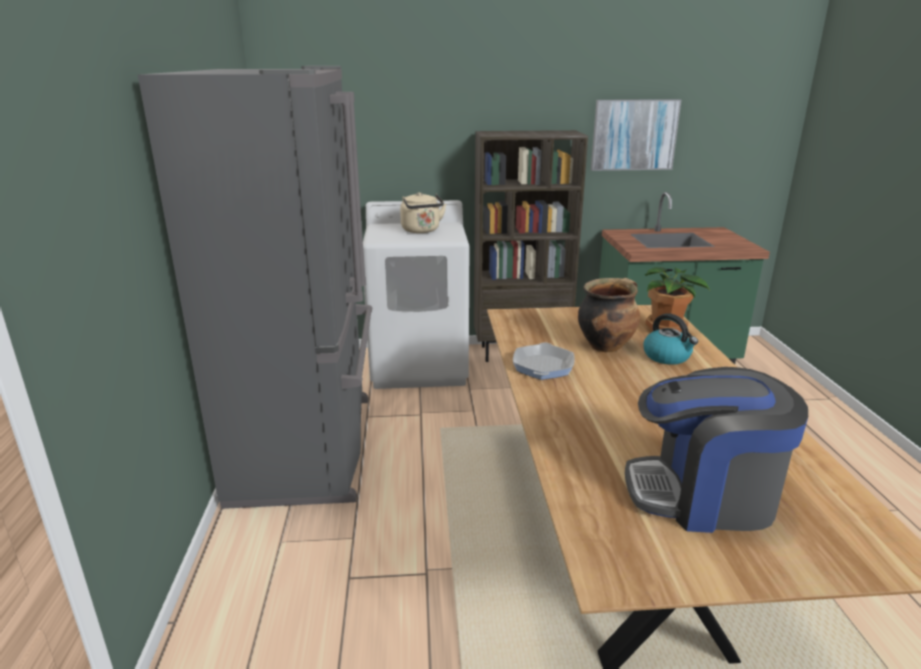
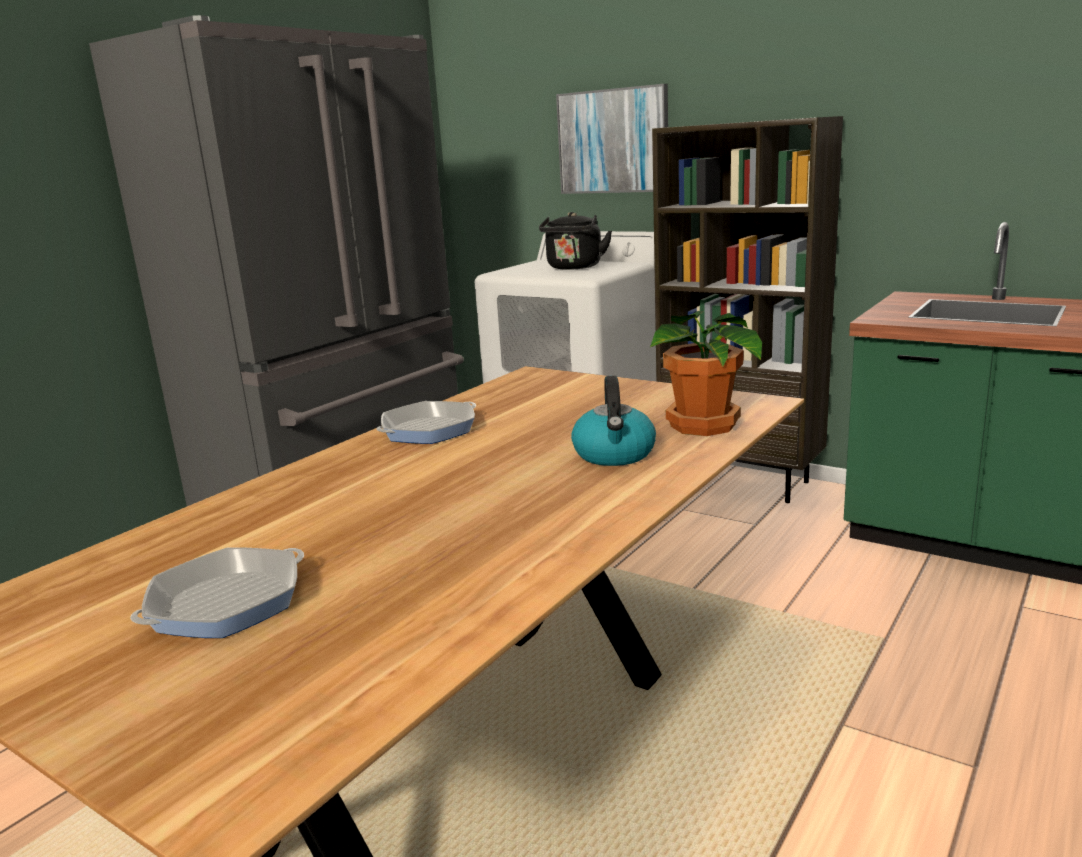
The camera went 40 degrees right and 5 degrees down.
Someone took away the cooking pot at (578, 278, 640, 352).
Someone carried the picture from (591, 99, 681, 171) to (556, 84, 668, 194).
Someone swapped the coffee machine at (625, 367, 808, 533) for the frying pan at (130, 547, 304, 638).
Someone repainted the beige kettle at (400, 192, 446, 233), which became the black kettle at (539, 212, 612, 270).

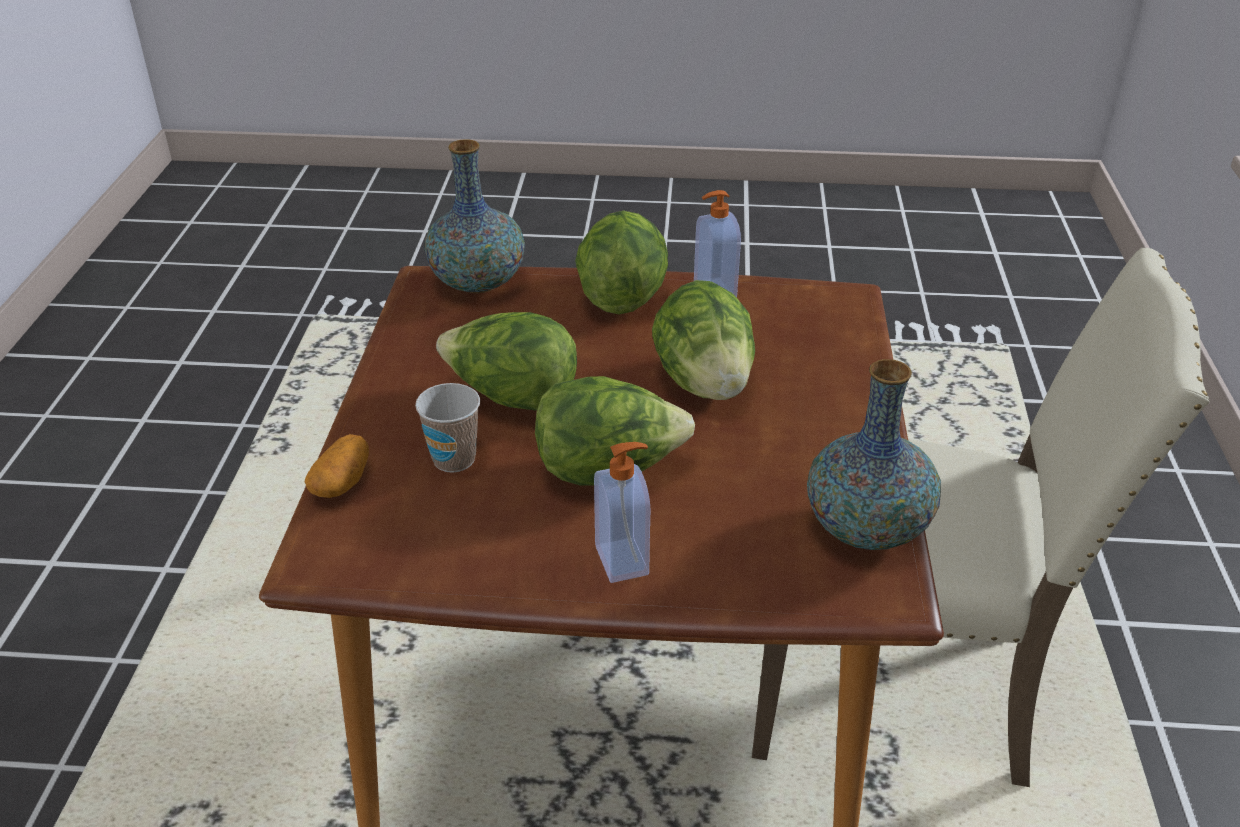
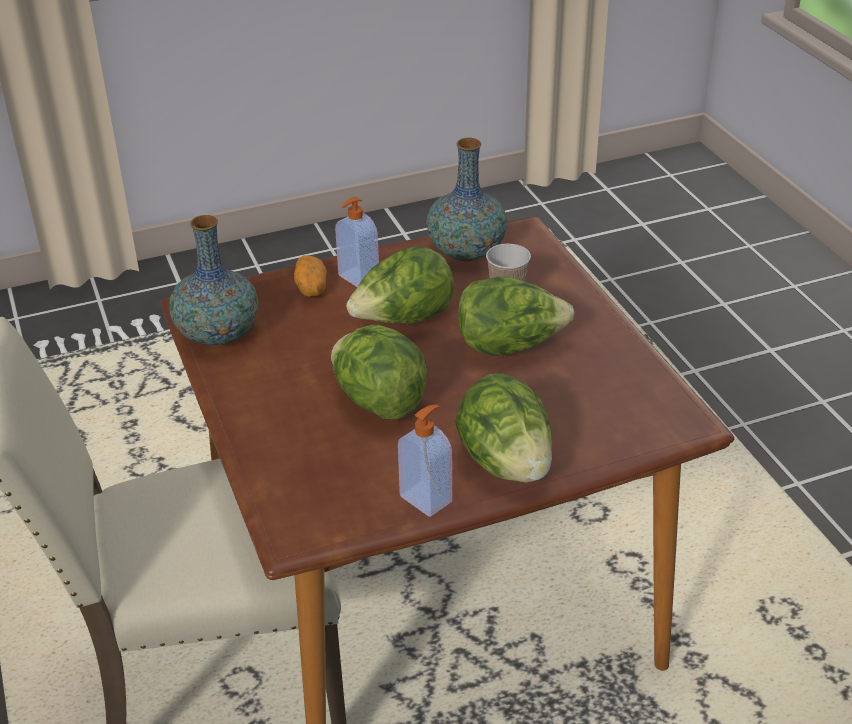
The camera went 155 degrees right and 0 degrees up.
Someone carried the potato from (305, 434, 369, 498) to (294, 255, 327, 296).
Someone carried the vase from (424, 139, 525, 293) to (426, 138, 507, 261).

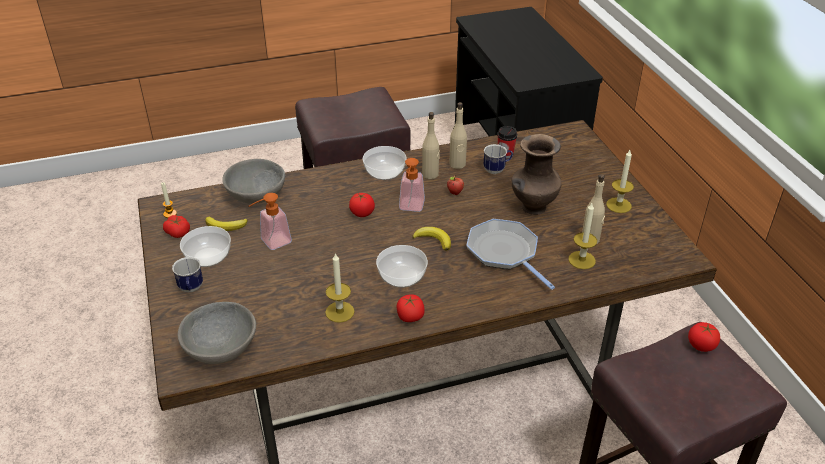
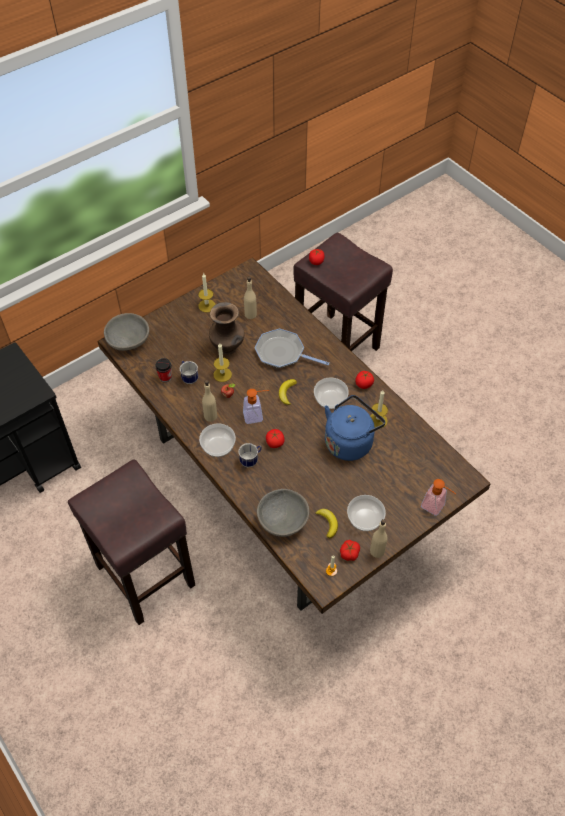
The camera went 110 degrees left and 15 degrees up.
Someone put down the blue kettle at (325, 395, 385, 461).
Someone carried the mug from (172, 257, 203, 292) to (238, 443, 262, 467).
Someone carried the grey bowl from (178, 302, 256, 364) to (104, 313, 149, 351).
Someone carried the soap dispenser from (248, 193, 292, 250) to (421, 479, 456, 516).
Someone carried the beige bottle from (449, 102, 467, 169) to (370, 519, 388, 558).
Someone carried the candle from (568, 203, 597, 269) to (214, 343, 232, 382).
Someone rotated the frying pan at (466, 219, 555, 290) by 75 degrees clockwise.

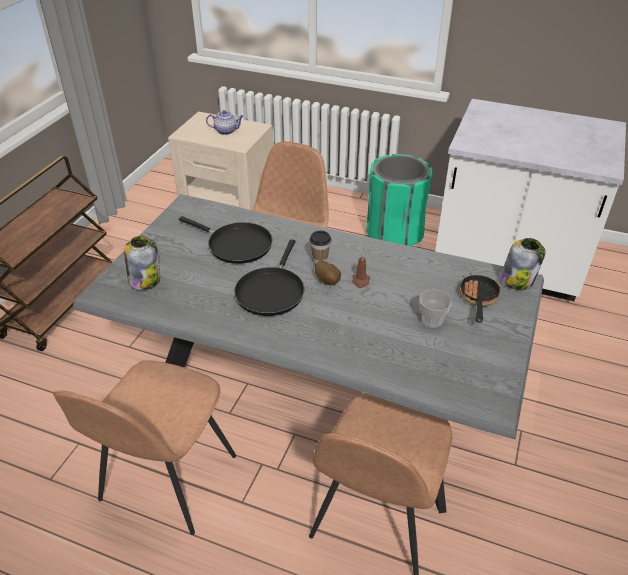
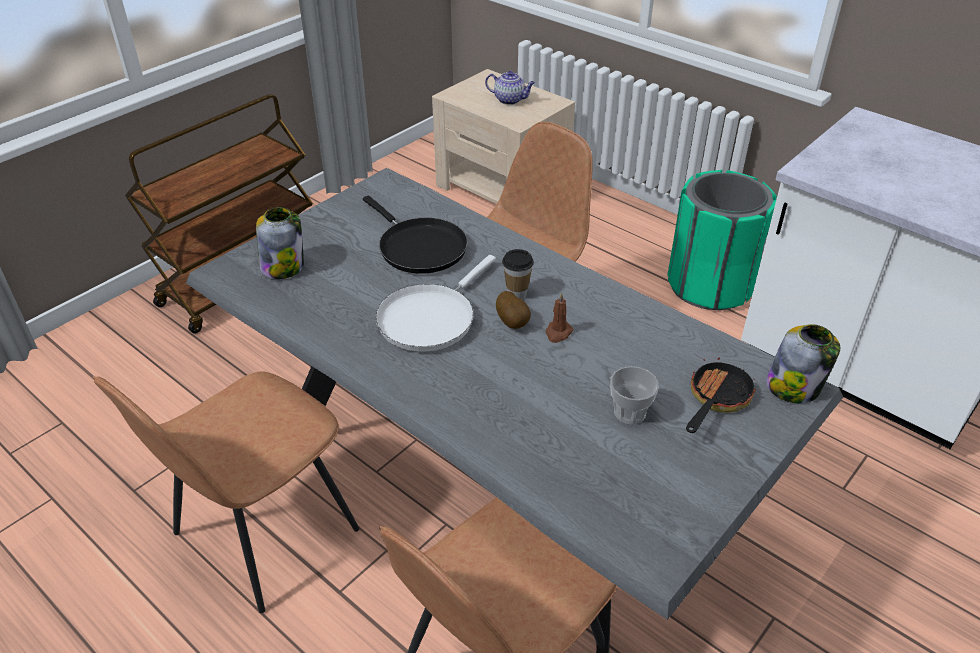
The camera went 20 degrees right and 0 degrees up.
Someone repainted the black frying pan at (234, 239, 304, 316), which became the white frying pan at (375, 255, 496, 351).

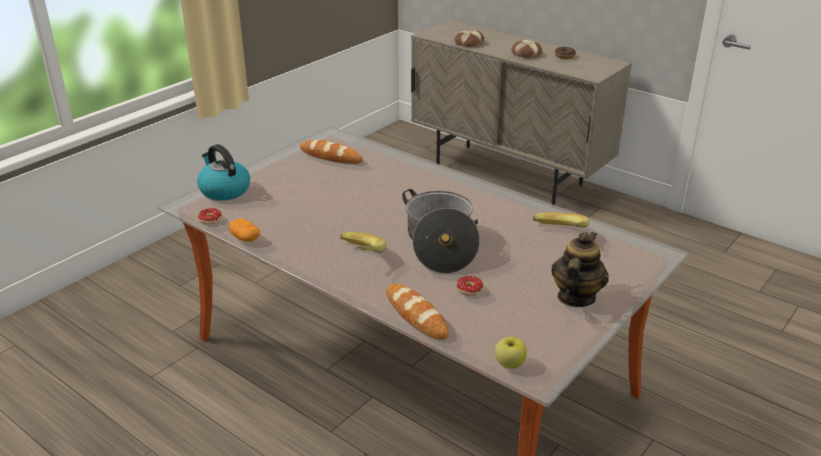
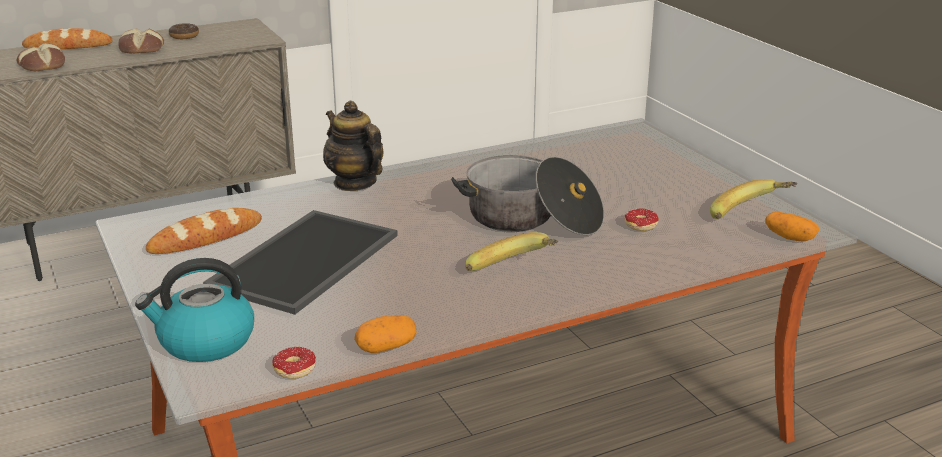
The camera went 65 degrees left and 5 degrees down.
Someone put down the tray at (203, 210, 398, 314).
Someone carried the bread from (387, 284, 449, 340) to (22, 28, 113, 49).
Someone carried the banana from (533, 212, 590, 228) to (710, 179, 798, 219).
Someone carried the teapot from (551, 232, 609, 307) to (323, 101, 383, 191).
Someone swapped the apple at (495, 337, 527, 369) for the potato at (765, 212, 819, 241).

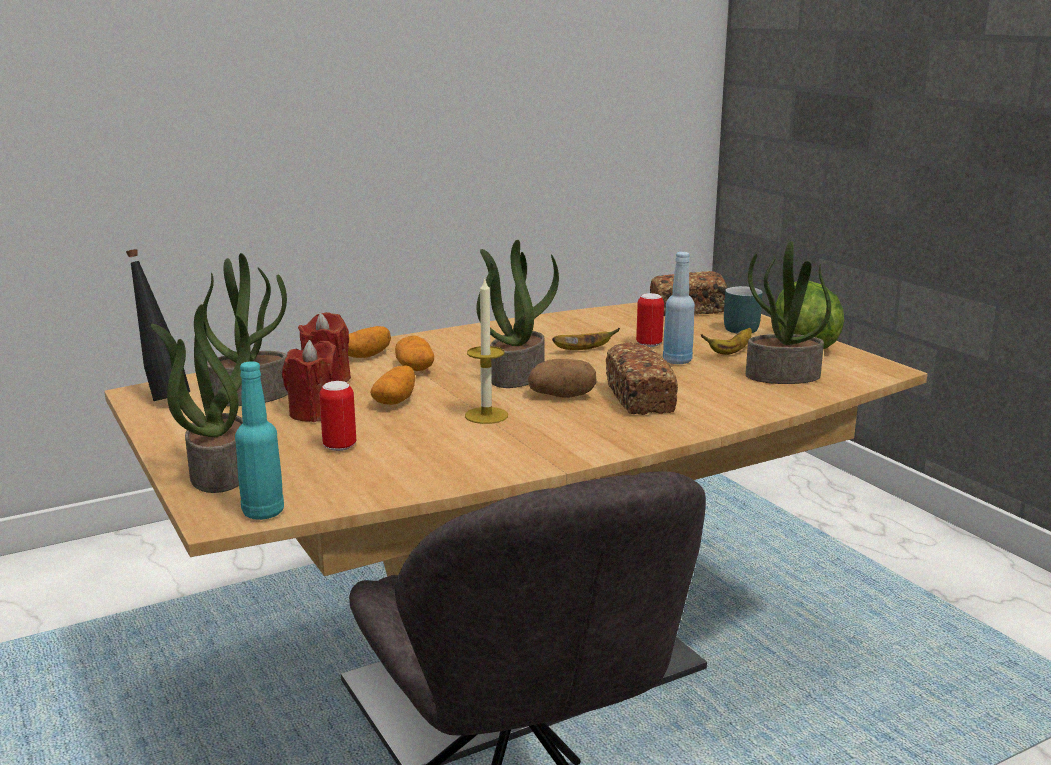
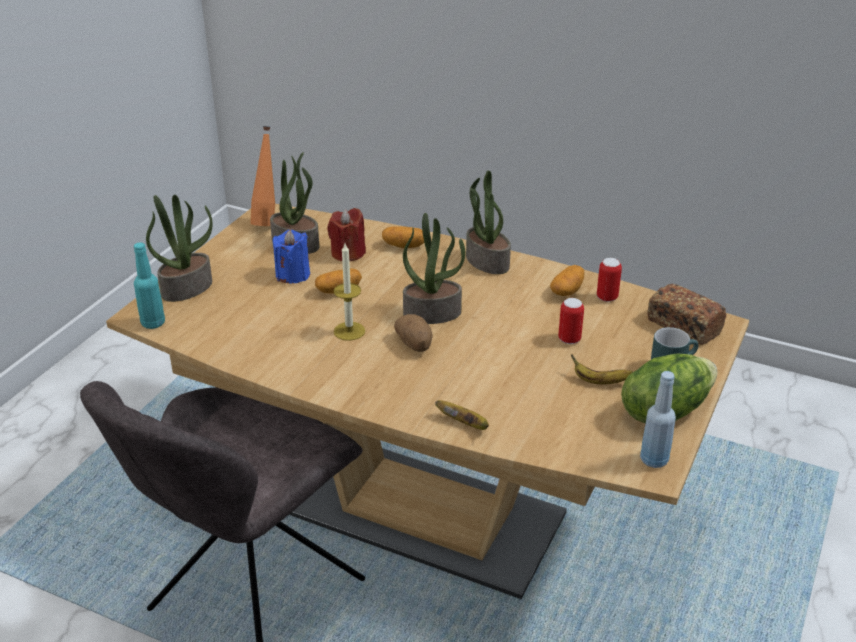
The camera went 55 degrees right and 15 degrees up.
Someone took away the bread at (606, 342, 678, 415).
Someone carried the can from (319, 381, 356, 451) to (597, 258, 622, 302).
Someone carried the potato from (395, 335, 434, 371) to (550, 265, 584, 296).
Someone carried the banana from (552, 328, 620, 350) to (435, 400, 489, 430).
Someone carried the blue bottle from (663, 252, 695, 364) to (640, 371, 676, 468).
Someone carried the potted plant from (746, 241, 831, 384) to (466, 171, 511, 274).
Someone repainted the black bottle at (126, 249, 190, 401), which became the orange bottle at (250, 126, 275, 226).
Someone repainted the red candle at (282, 340, 340, 422), which became the blue candle at (273, 230, 310, 284).

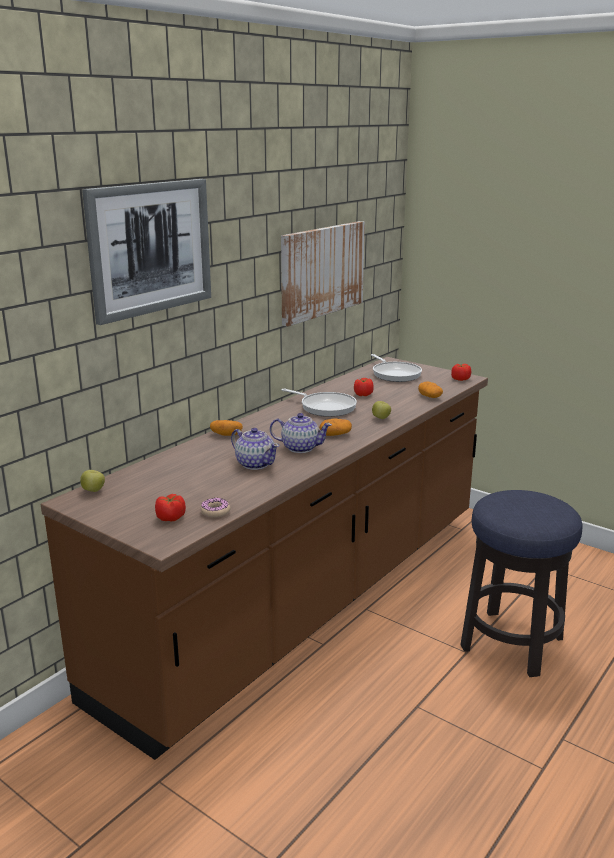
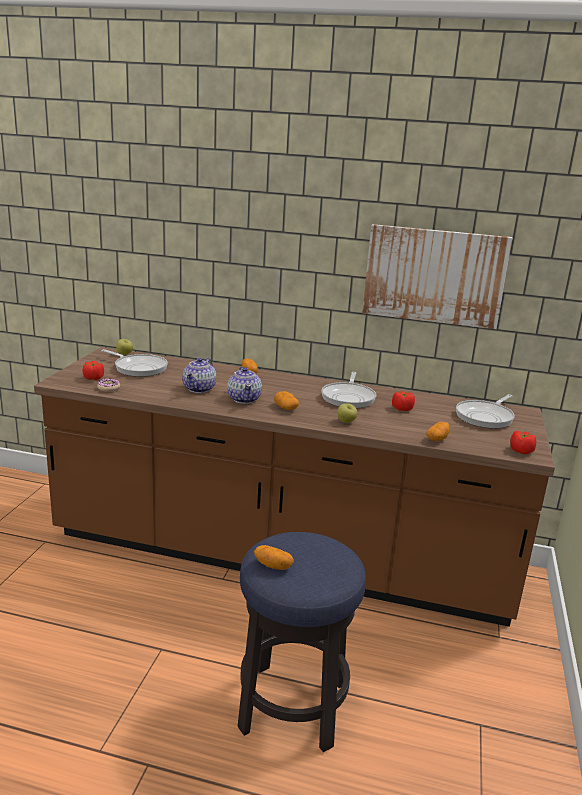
The camera went 65 degrees right and 0 degrees up.
Someone took away the picture at (82, 179, 211, 325).
Someone put down the frying pan at (101, 349, 168, 377).
Someone put down the potato at (254, 545, 294, 570).

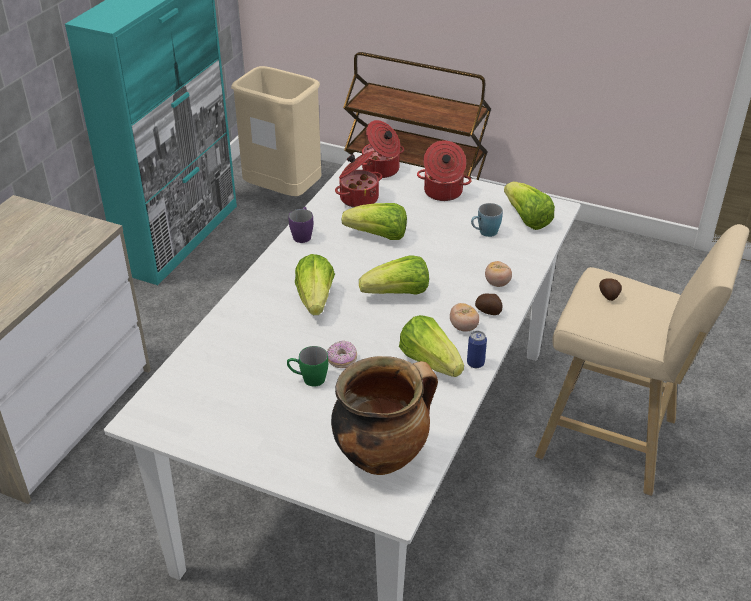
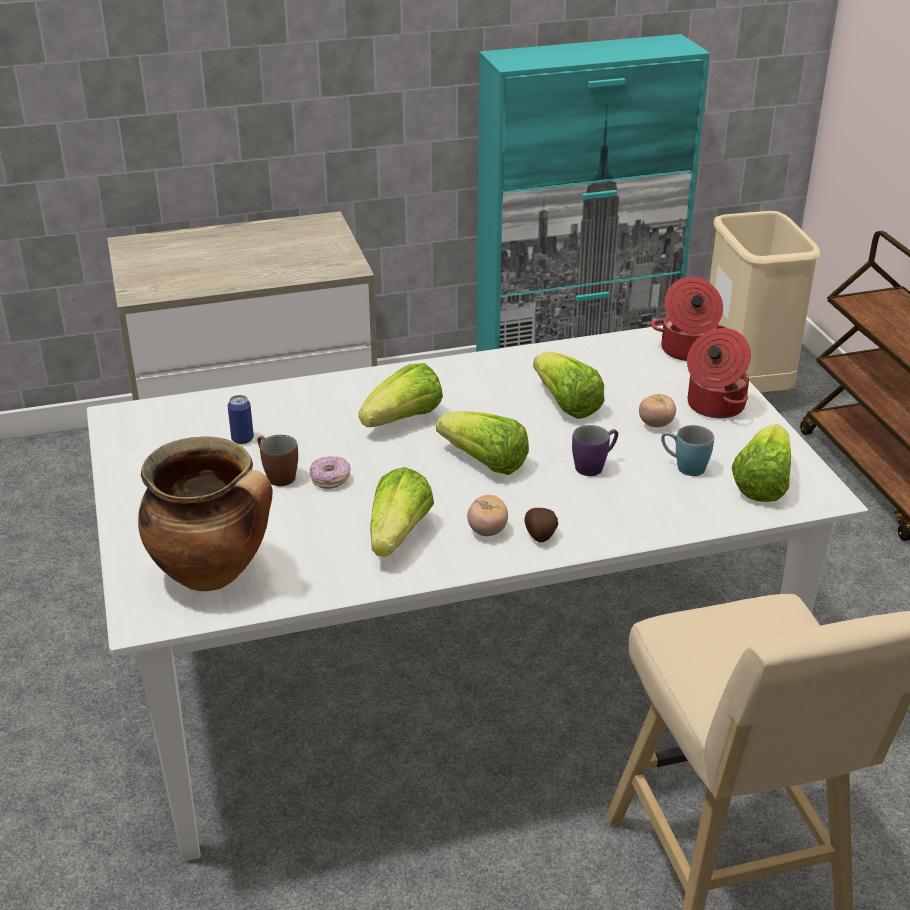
The camera went 50 degrees right and 5 degrees down.
Someone took away the cooking pot at (335, 151, 382, 207).
Someone took away the potato at (599, 278, 622, 301).
Someone carried the purple mug from (289, 207, 313, 243) to (572, 425, 618, 476).
Someone carried the can from (467, 331, 487, 368) to (228, 395, 254, 444).
Someone carried the tomato from (485, 261, 512, 287) to (639, 394, 676, 427).
Someone repainted the green mug at (287, 346, 328, 387), which became the brown mug at (257, 435, 298, 486).

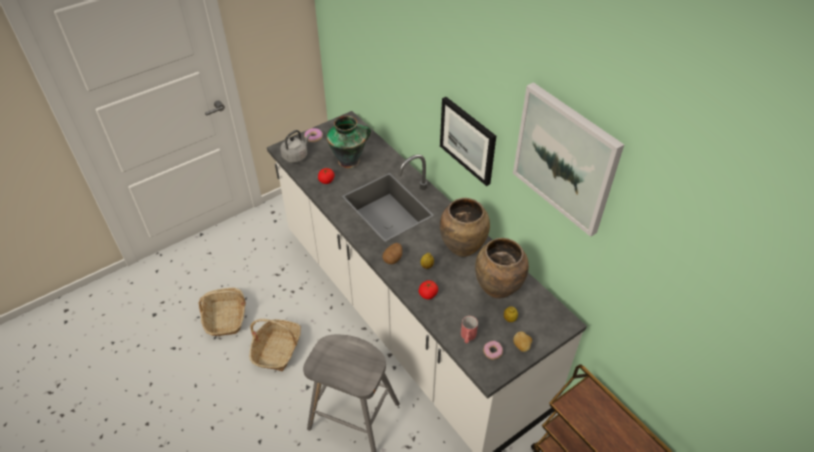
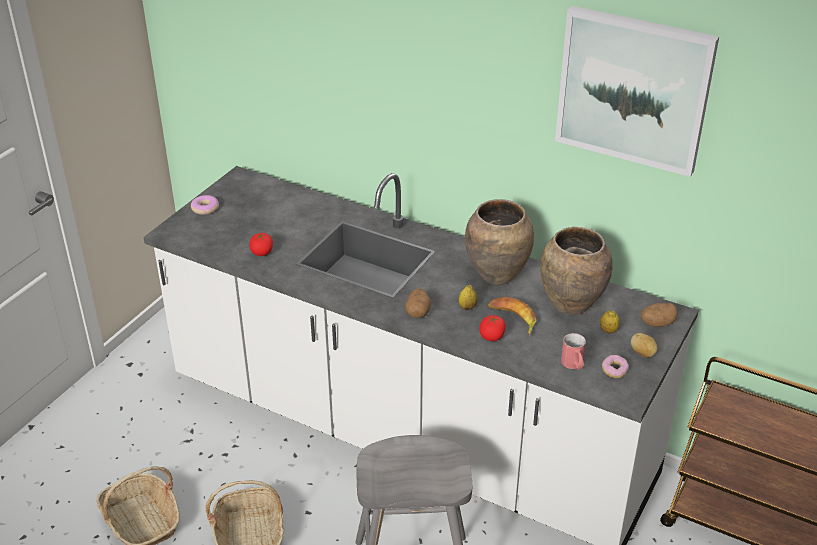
The camera went 25 degrees left and 10 degrees down.
Someone took away the grey kettle at (280, 130, 310, 163).
Someone took away the vase at (327, 116, 371, 168).
Someone took away the picture at (440, 97, 496, 186).
Someone put down the banana at (488, 297, 536, 336).
Someone put down the potato at (641, 303, 678, 327).

